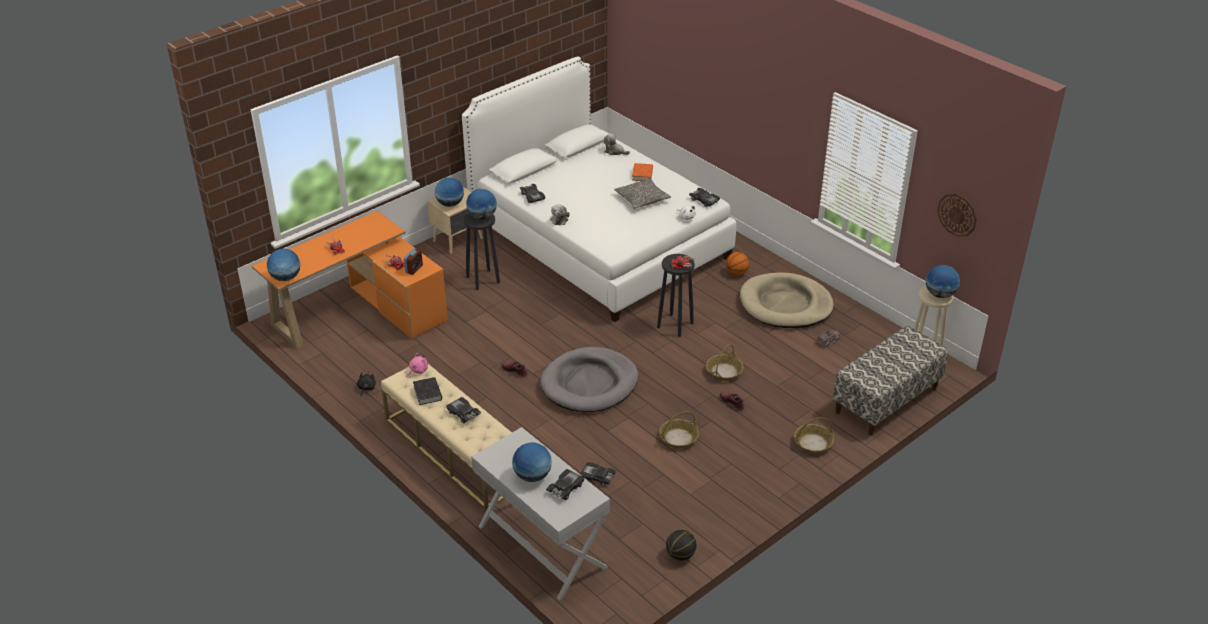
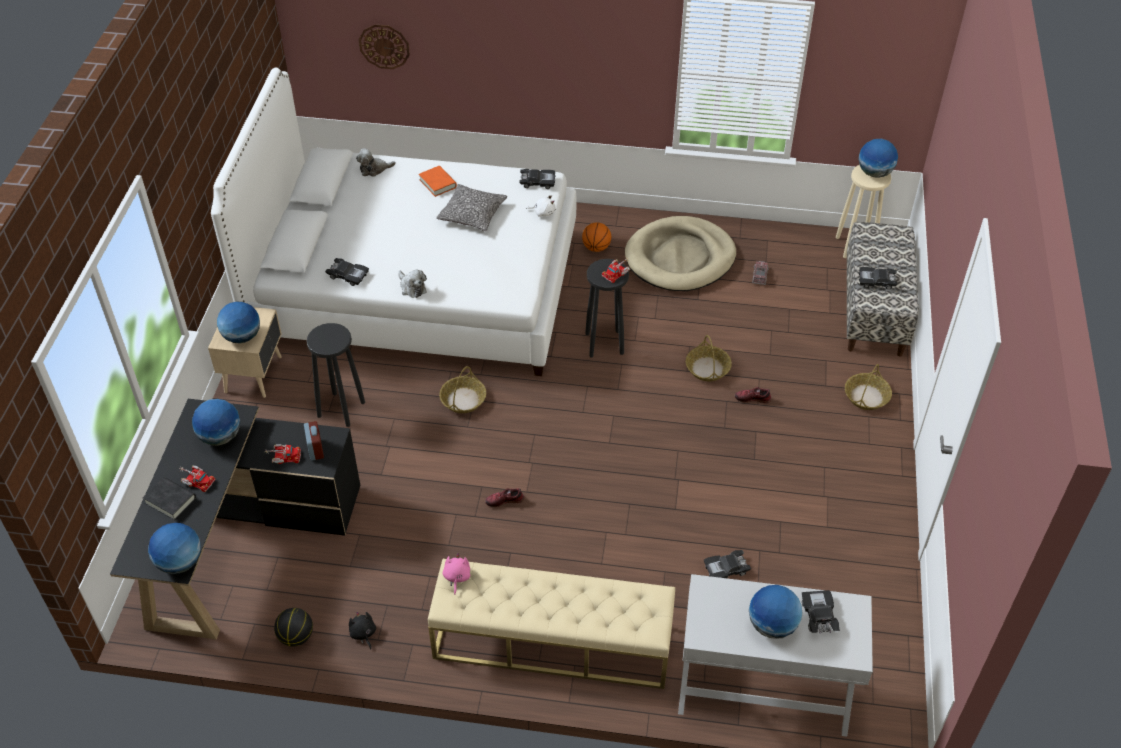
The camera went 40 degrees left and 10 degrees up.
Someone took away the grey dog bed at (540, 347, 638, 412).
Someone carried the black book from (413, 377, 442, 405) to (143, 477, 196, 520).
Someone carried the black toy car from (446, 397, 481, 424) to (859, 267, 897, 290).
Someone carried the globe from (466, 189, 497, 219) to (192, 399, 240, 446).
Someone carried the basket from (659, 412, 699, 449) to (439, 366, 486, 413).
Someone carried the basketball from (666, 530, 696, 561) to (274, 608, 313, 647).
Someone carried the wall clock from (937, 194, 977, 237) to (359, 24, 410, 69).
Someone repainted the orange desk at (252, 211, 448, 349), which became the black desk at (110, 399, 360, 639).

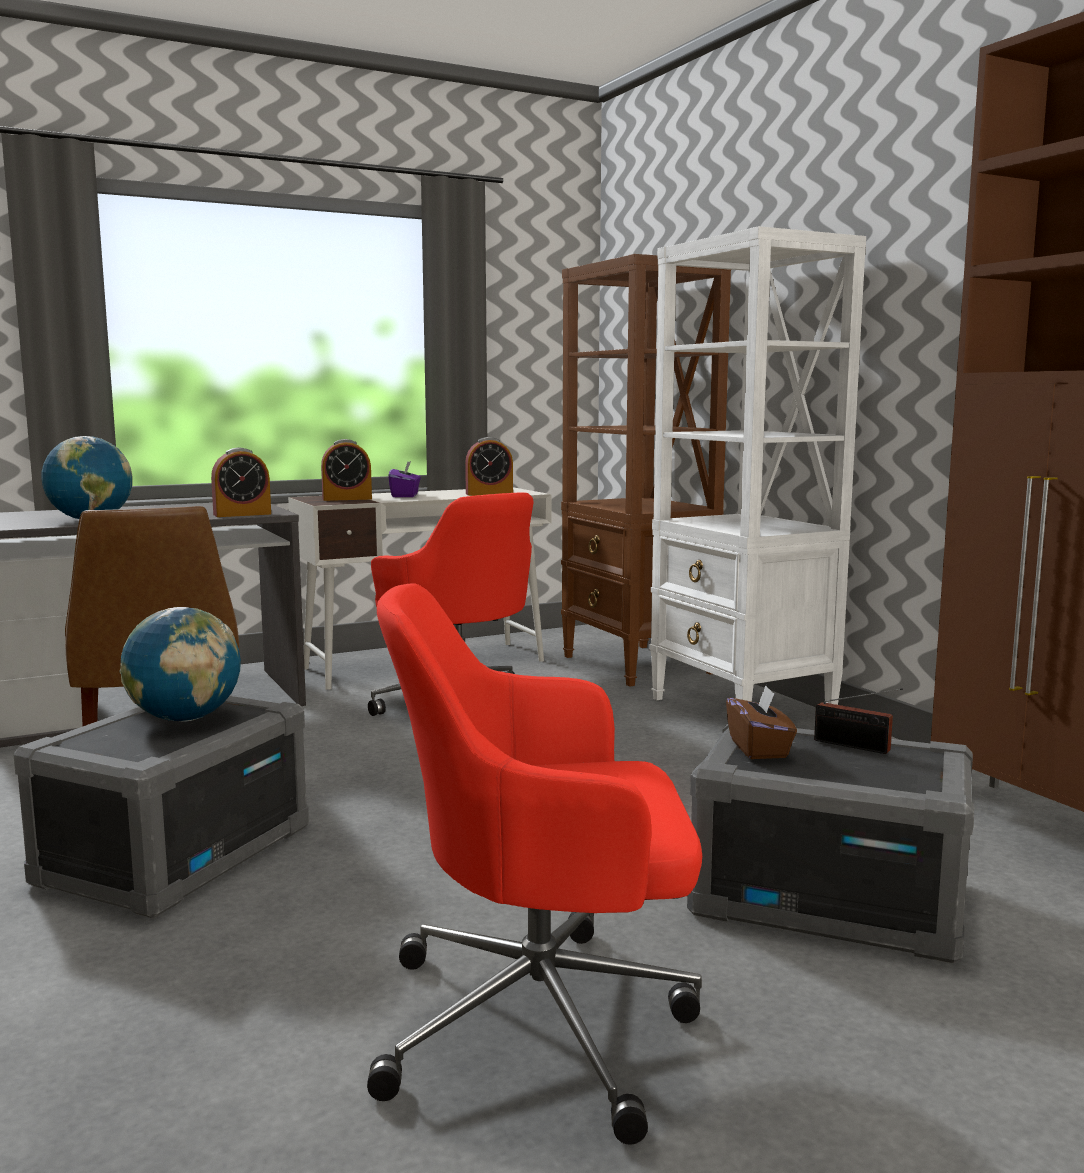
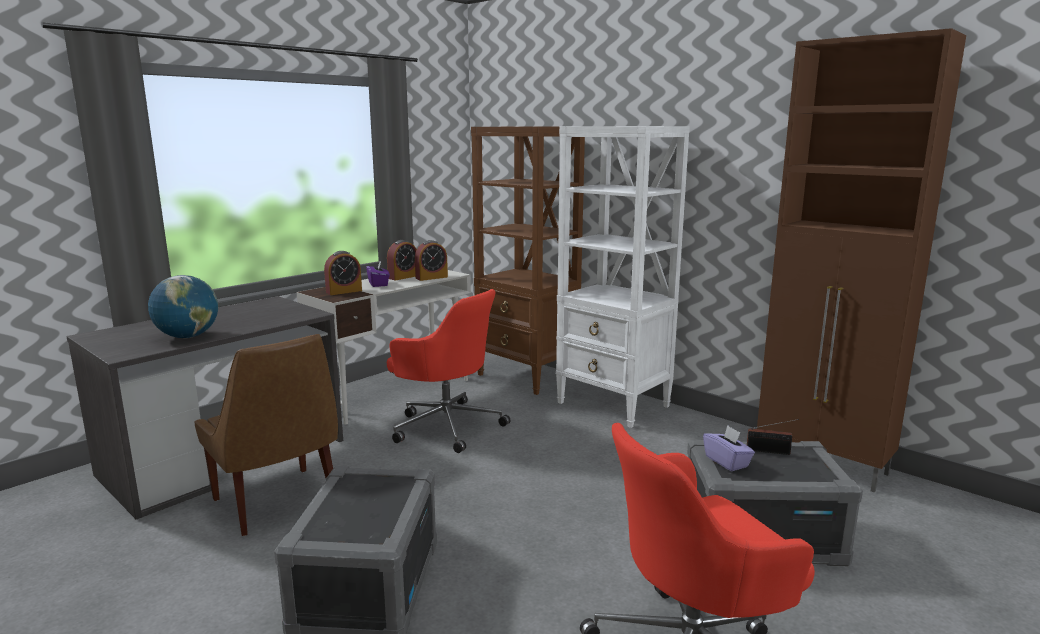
The camera went 20 degrees left and 5 degrees up.
Someone took away the globe at (119, 607, 241, 722).
Someone carried the alarm clock from (211, 447, 271, 517) to (387, 240, 417, 280).
Someone repainted the brown tissue box at (726, 685, 797, 759), which became the purple tissue box at (703, 425, 755, 471).

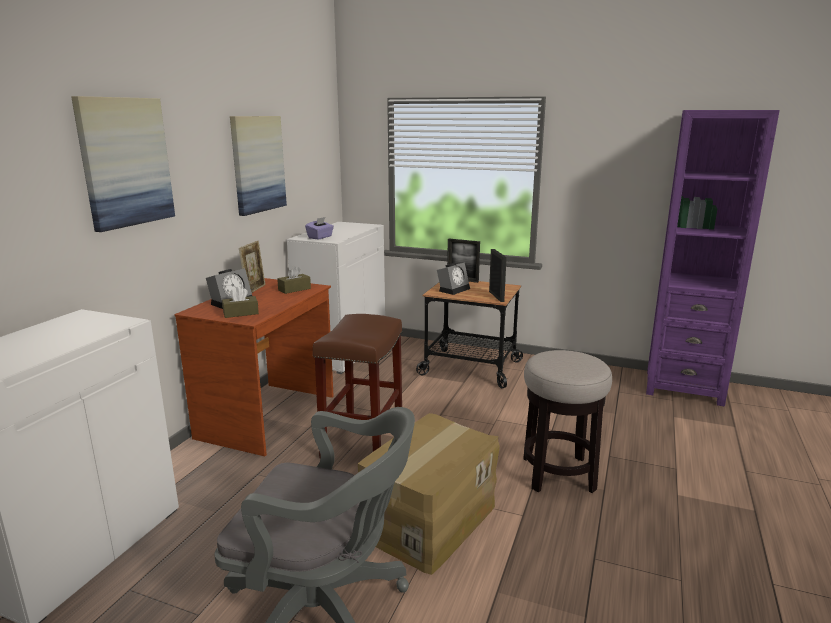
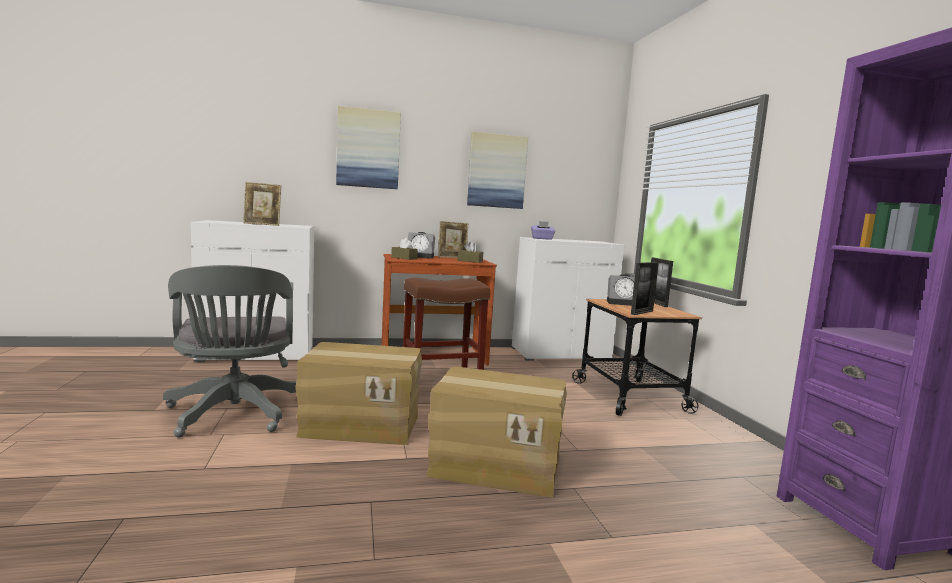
The camera went 55 degrees right and 10 degrees down.
Someone put down the picture frame at (243, 182, 281, 226).
Someone swapped the stool at (523, 350, 612, 493) for the cardboard box at (427, 366, 567, 498).

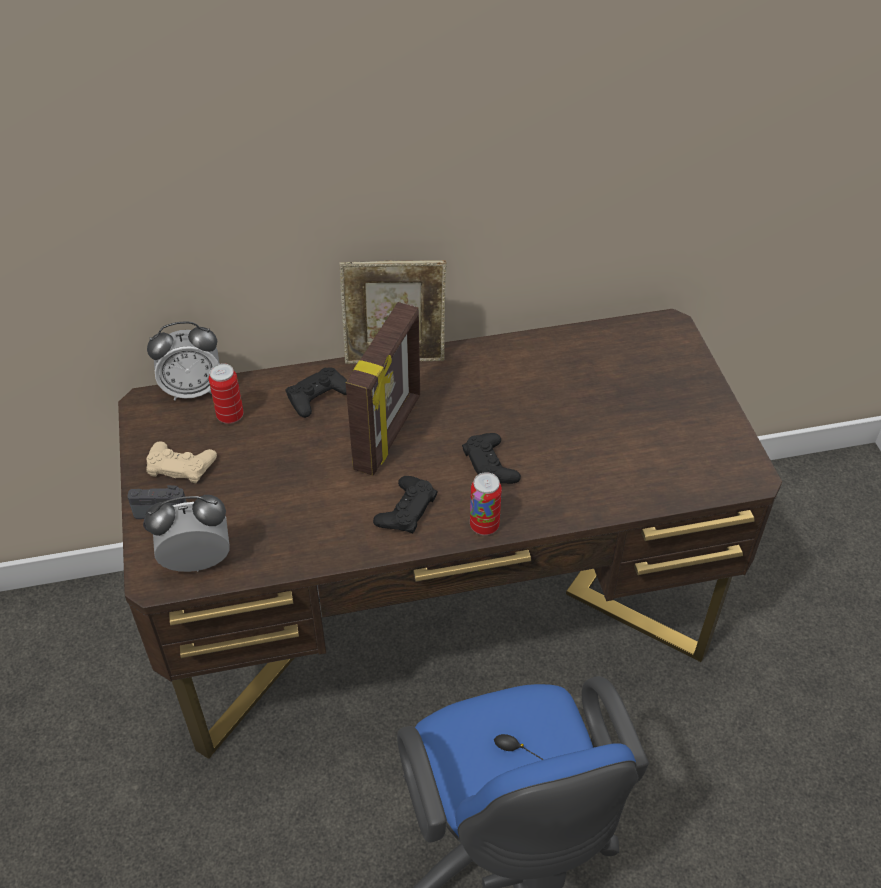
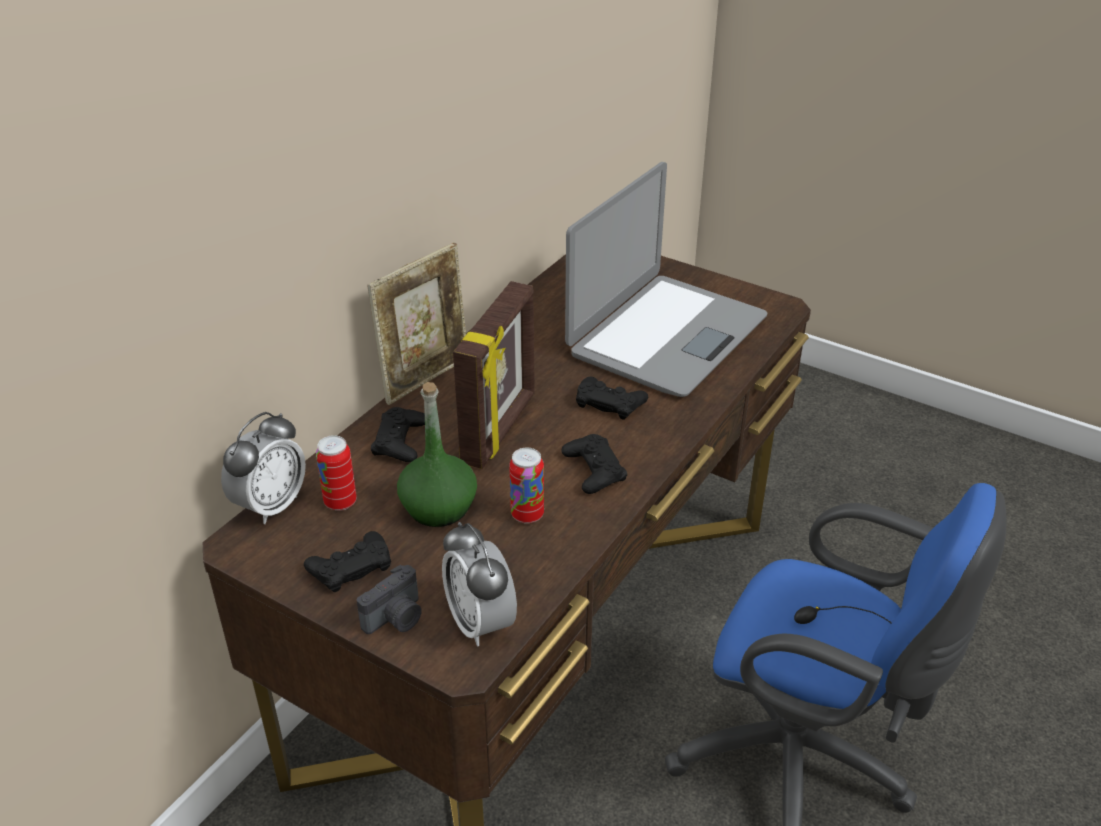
The camera went 45 degrees left and 10 degrees down.
Someone put down the green bottle at (397, 382, 477, 527).
Someone put down the laptop at (565, 162, 767, 397).
Someone carried the can from (470, 472, 502, 535) to (509, 447, 544, 524).
Someone repainted the beige game controller at (146, 442, 217, 483), which became the black game controller at (304, 531, 391, 592).
Someone rotated the alarm clock at (145, 495, 229, 572) by 60 degrees counterclockwise.
Someone rotated the picture frame at (346, 302, 420, 475) by 45 degrees clockwise.

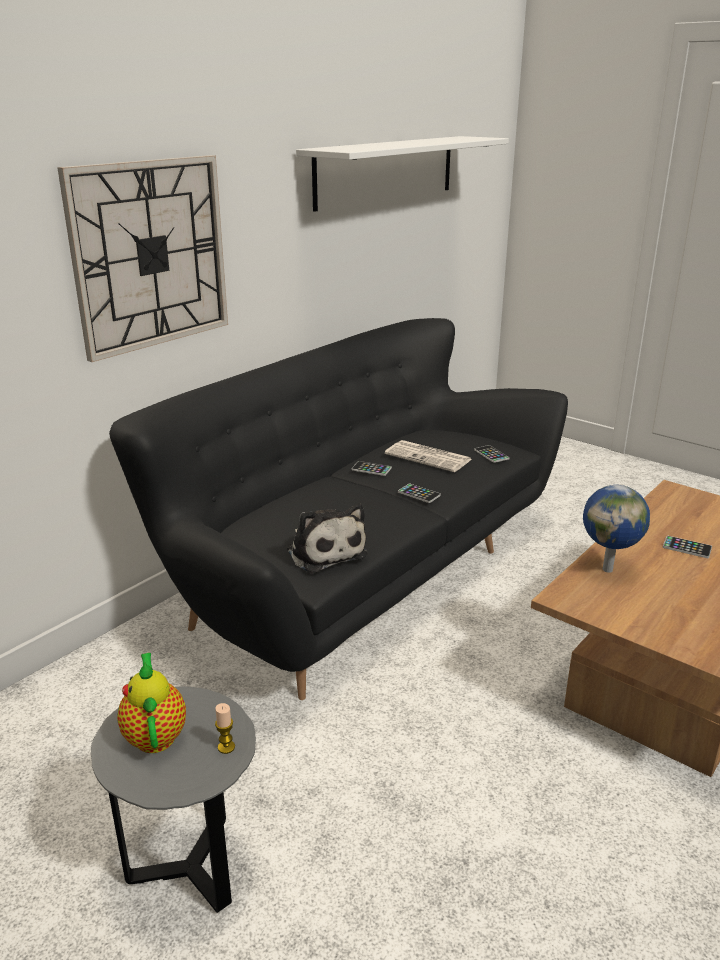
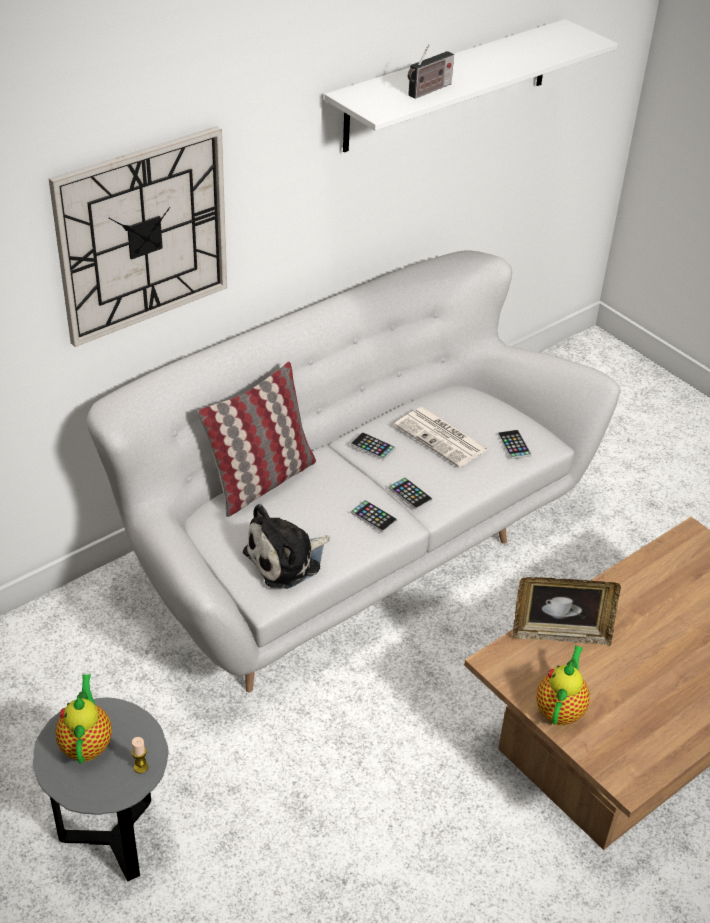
The camera went 10 degrees right and 15 degrees up.
Someone put down the pillow at (198, 361, 316, 517).
Someone put down the radio at (408, 45, 454, 99).
Someone put down the teapot at (536, 645, 590, 726).
Someone carried the phone from (663, 536, 712, 558) to (351, 500, 397, 532).
Someone swapped the globe at (583, 485, 650, 573) for the picture frame at (513, 577, 621, 646).
Someone repainted the black sofa at (109, 318, 568, 700), which became the white sofa at (87, 251, 620, 693).
Someone rotated the plush toy at (287, 503, 368, 573) by 75 degrees clockwise.

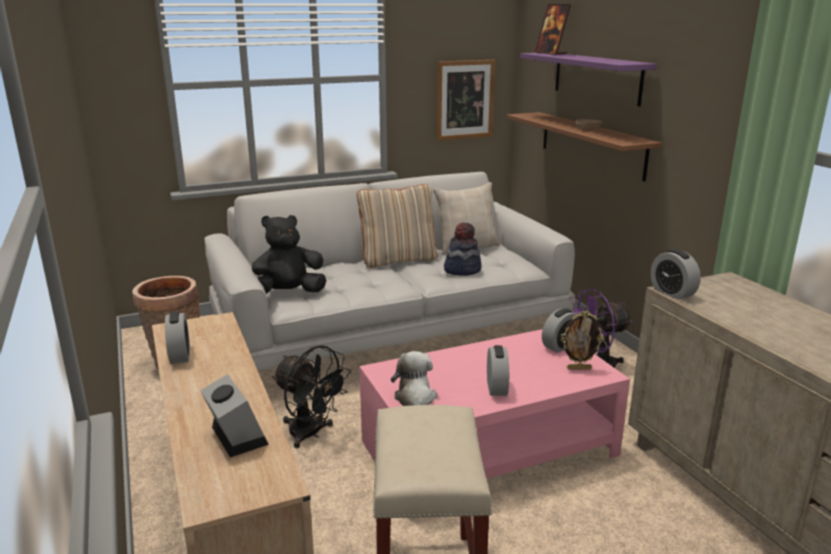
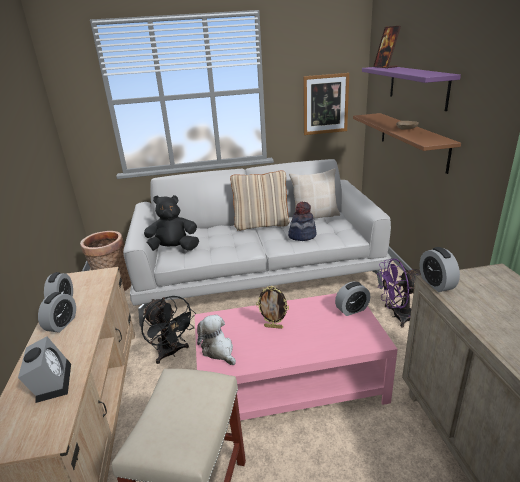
The camera went 15 degrees right and 5 degrees up.
Someone carried the alarm clock from (487, 345, 509, 396) to (38, 292, 76, 332).
Someone carried the picture frame from (561, 311, 604, 369) to (256, 286, 289, 329).
Someone rotated the plush toy at (391, 351, 437, 406) by 45 degrees counterclockwise.

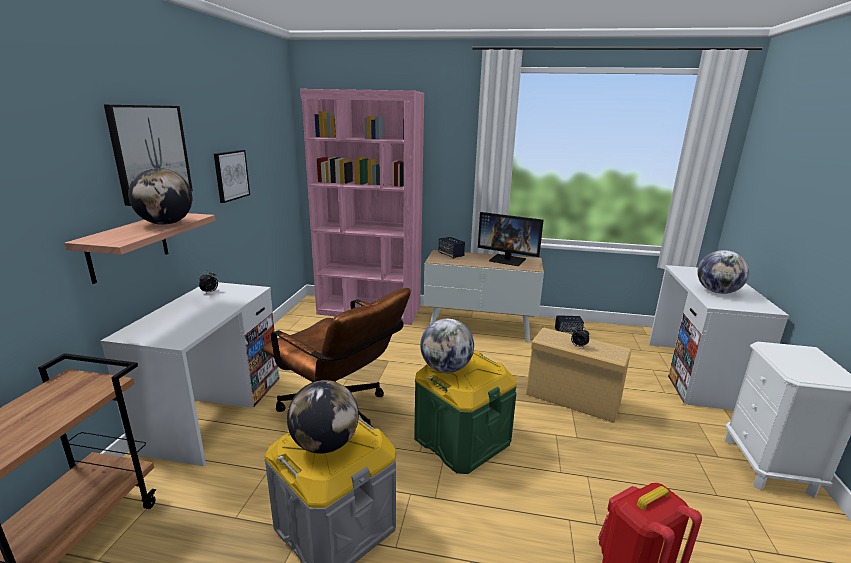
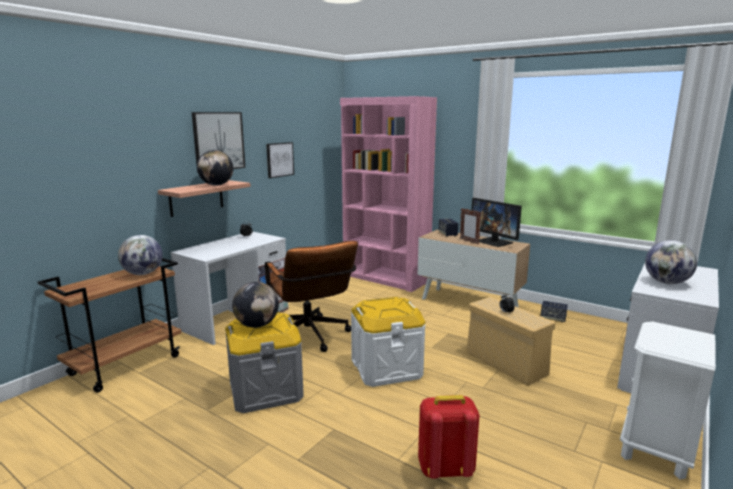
The camera went 25 degrees right and 5 degrees down.
Someone put down the picture frame at (460, 208, 481, 245).
Someone carried the globe from (420, 319, 474, 373) to (118, 235, 163, 275).
Someone repainted the green storage box at (414, 351, 516, 474), which became the white storage box at (351, 297, 426, 387).

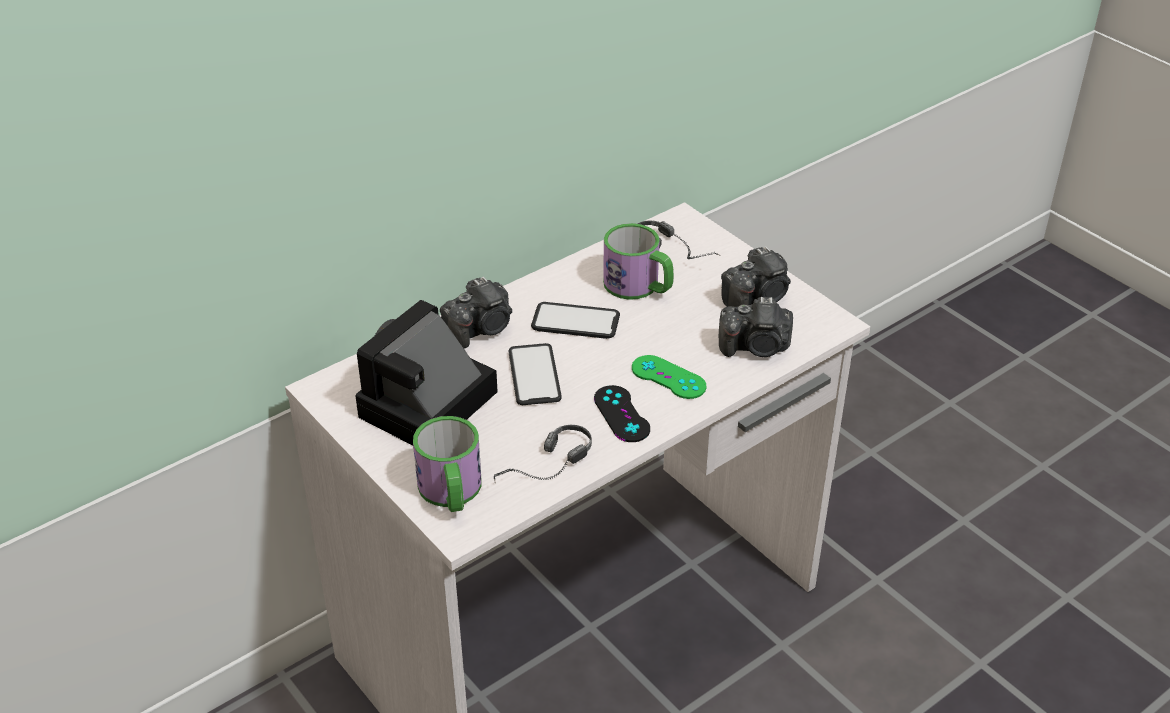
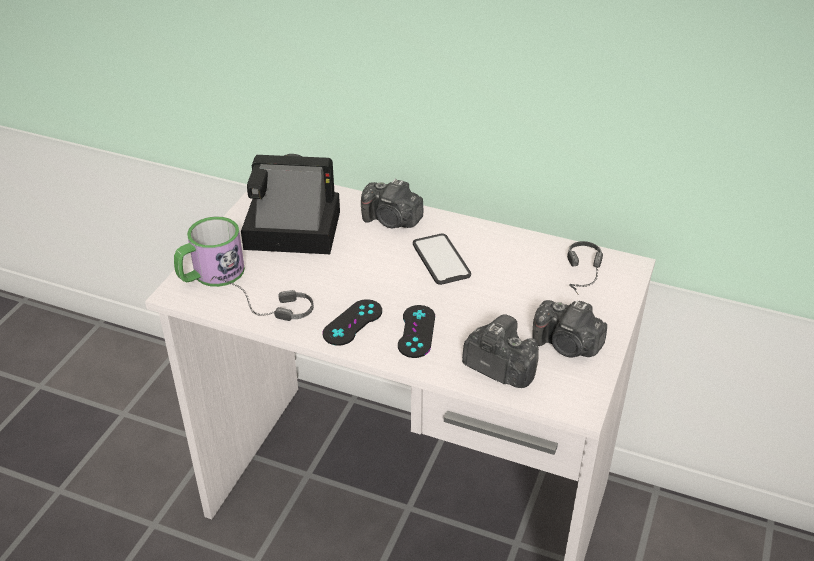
The camera went 60 degrees right and 0 degrees up.
Someone took away the phone at (509, 343, 562, 405).
Someone took away the mug at (603, 223, 674, 300).
Someone repainted the green game controller at (632, 355, 706, 399), which became the black game controller at (398, 305, 435, 358).
Someone rotated the photo camera at (719, 297, 793, 357) by 150 degrees clockwise.

